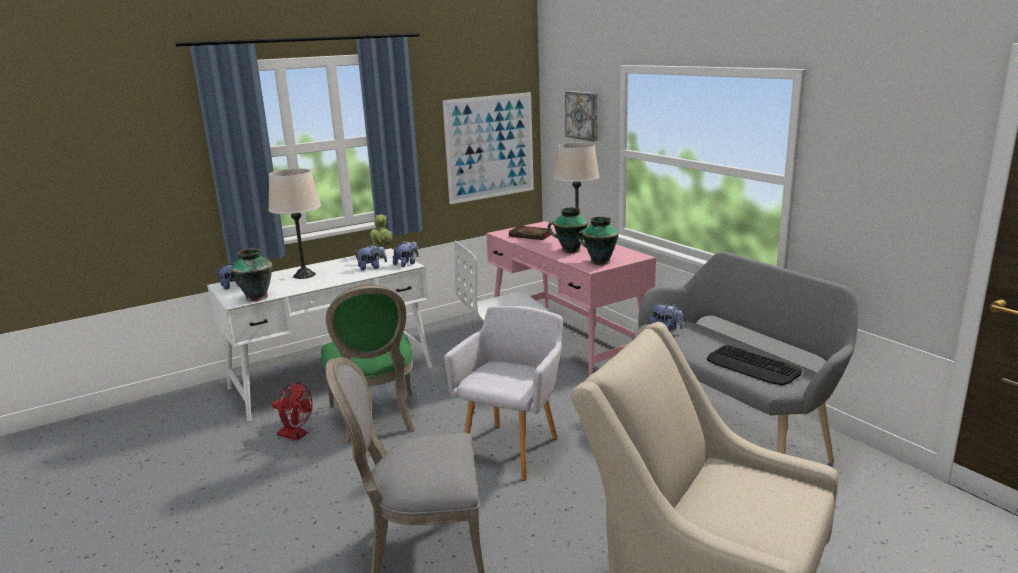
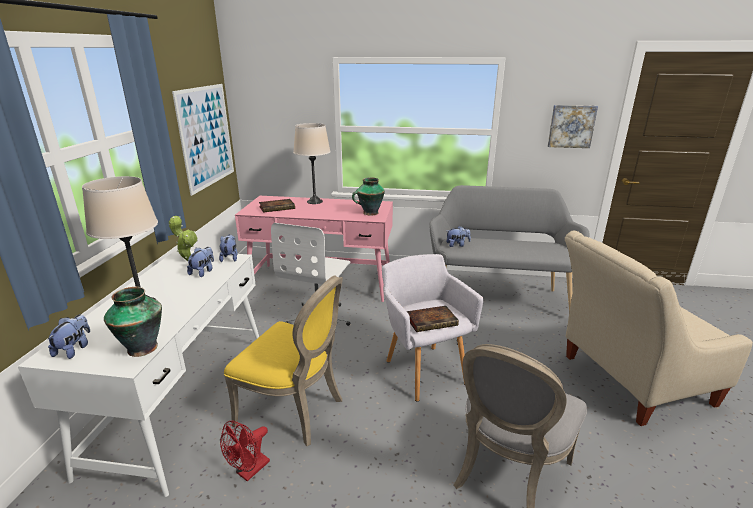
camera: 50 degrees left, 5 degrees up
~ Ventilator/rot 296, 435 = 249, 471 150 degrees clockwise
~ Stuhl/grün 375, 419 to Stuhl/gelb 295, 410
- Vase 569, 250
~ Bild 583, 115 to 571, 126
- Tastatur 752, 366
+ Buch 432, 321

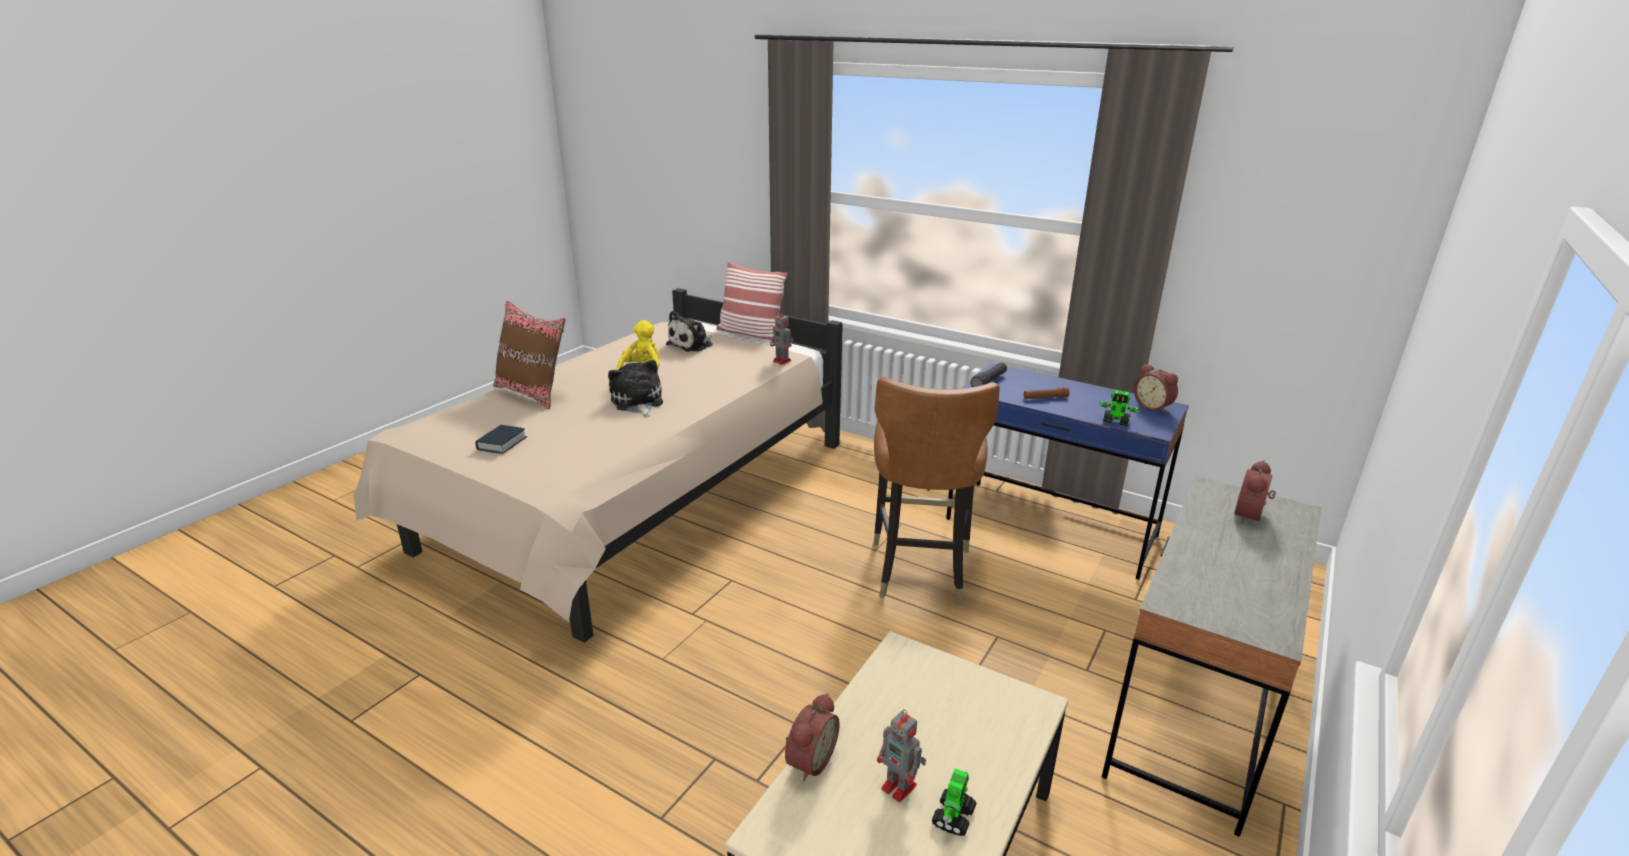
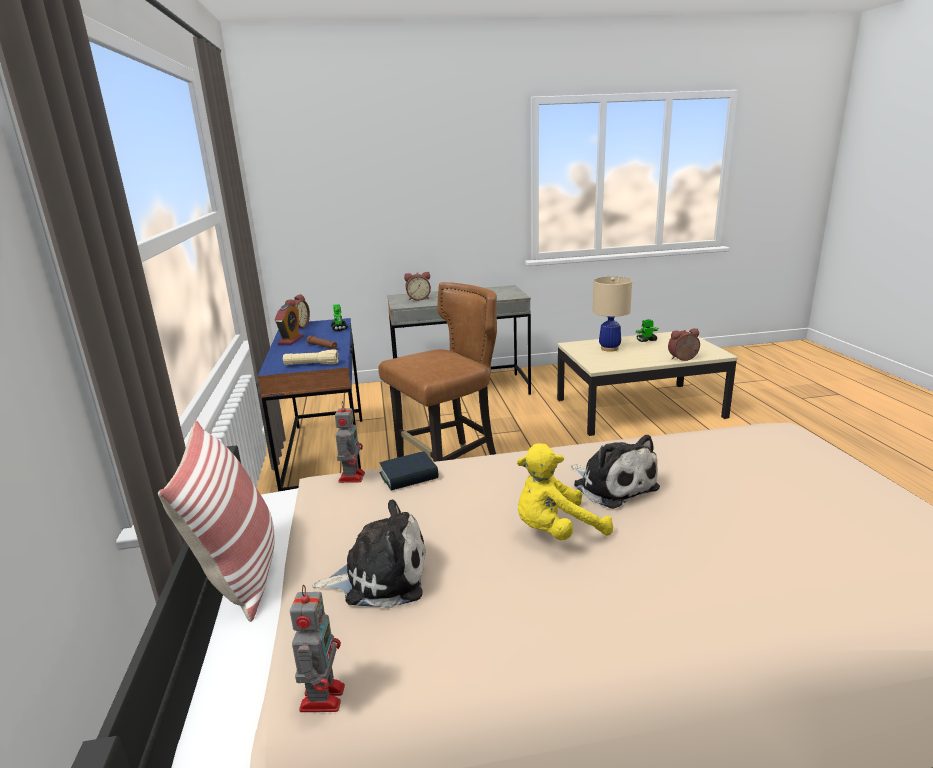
camera: 130 degrees left, 5 degrees down
~ Buch 502, 443 to 409, 476
- Kissen/braun 533, 393
~ Plüschtier 637, 402 = 612, 485 60 degrees counterclockwise
~ Spielzeugroboter 900, 788 to 323, 695
~ Taschenlampe/schwarz 989, 382 to Taschenlampe/beige 311, 364
+ Wecker 291, 340
+ Tischlampe/beige 609, 348

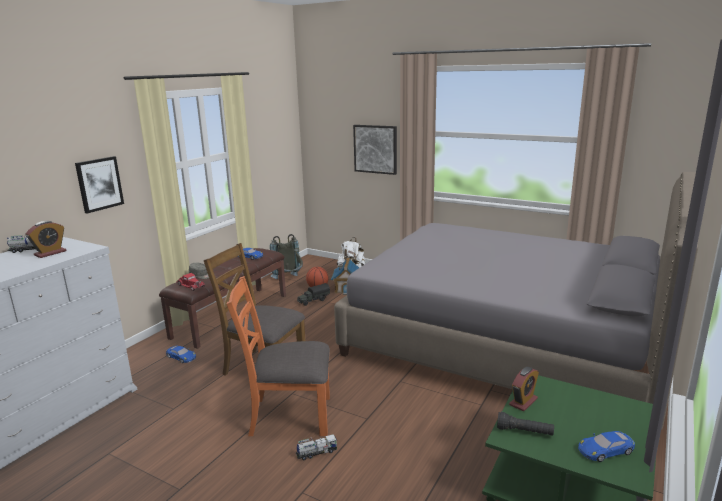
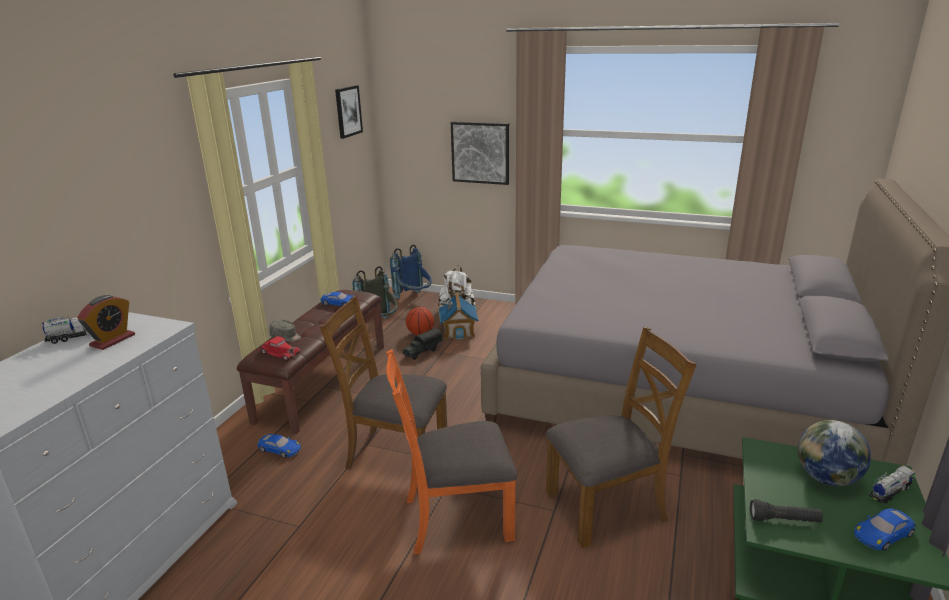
camera: 10 degrees left, 5 degrees up
~ Bild 99, 184 to 348, 111
~ Spielzeuglaster 316, 453 to 889, 492
- Wecker 523, 402
+ Rucksack/blau 414, 299
+ Stuhl/braun 607, 506
+ Globus 826, 478

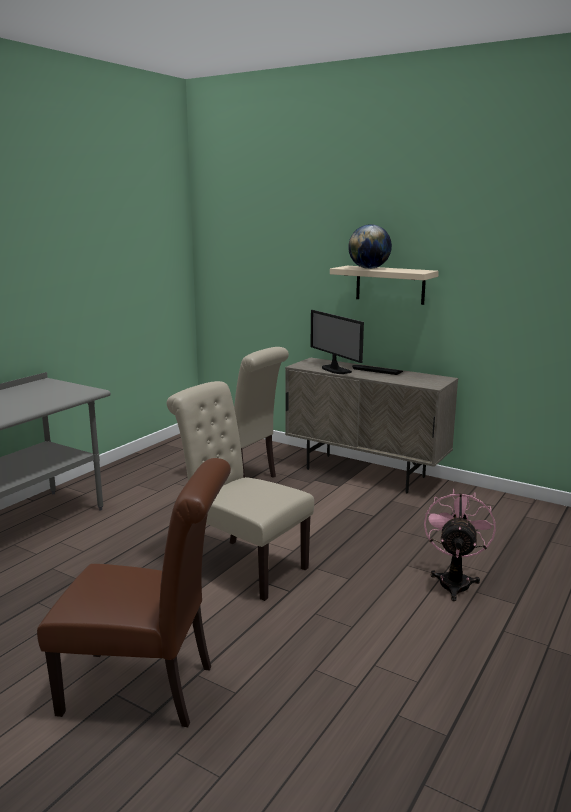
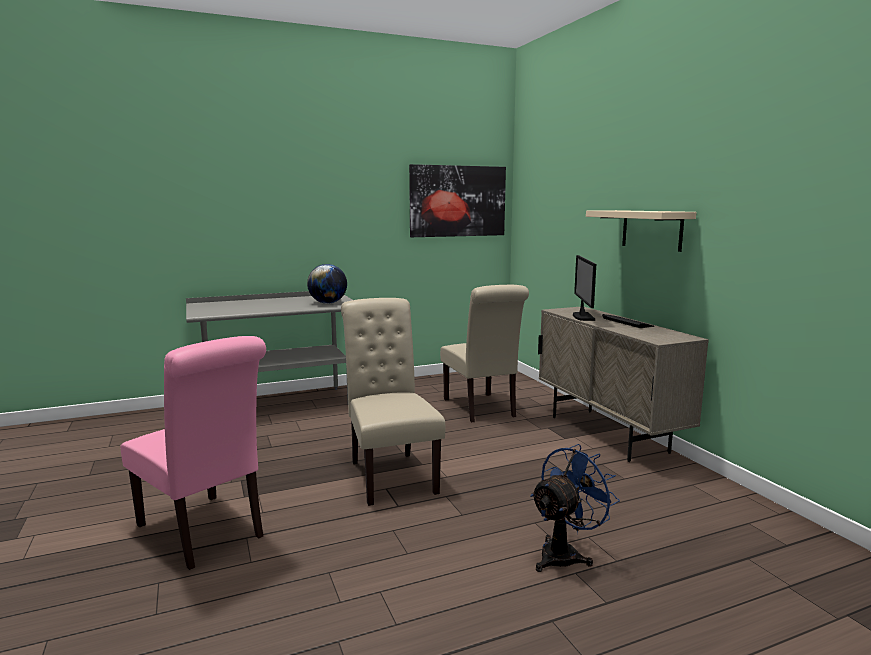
camera: 35 degrees right, 5 degrees down
~ Stuhl/braun 148, 689 to Stuhl/rosa 205, 533
~ Globus 369, 268 to 328, 303
~ Ventilator/rosa 454, 581 to Ventilator/blau 565, 554
+ Bild 457, 201

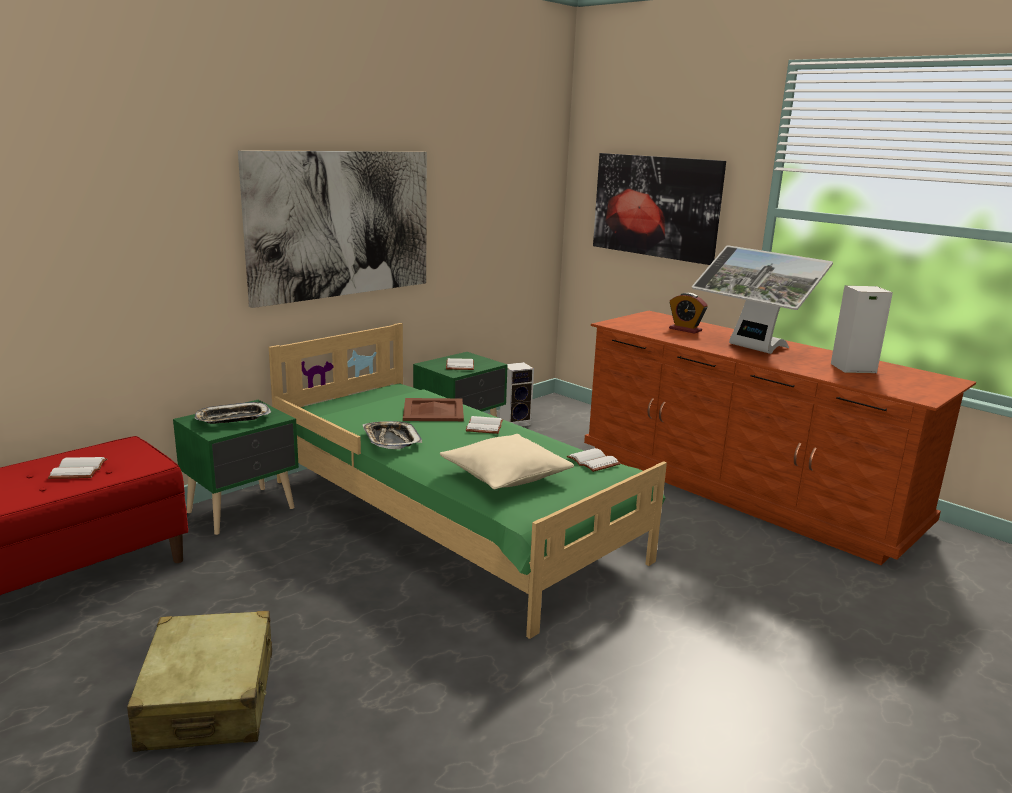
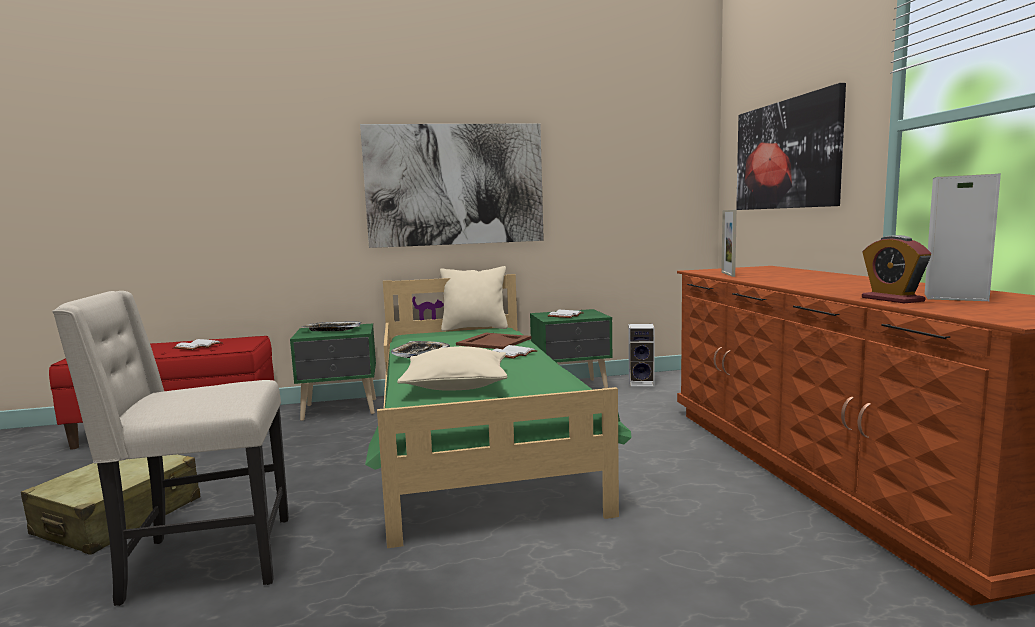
camera: 35 degrees right, 10 degrees down
- Buch/weiß 594, 462
~ Wecker 685, 329 to 892, 299
- Monitor 751, 348
+ Stuhl/beige 206, 560
+ Kissen/beige 475, 328
+ Bilderrahmen 728, 274

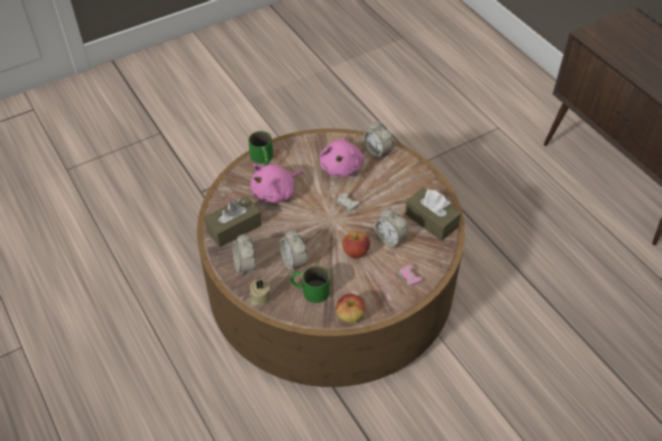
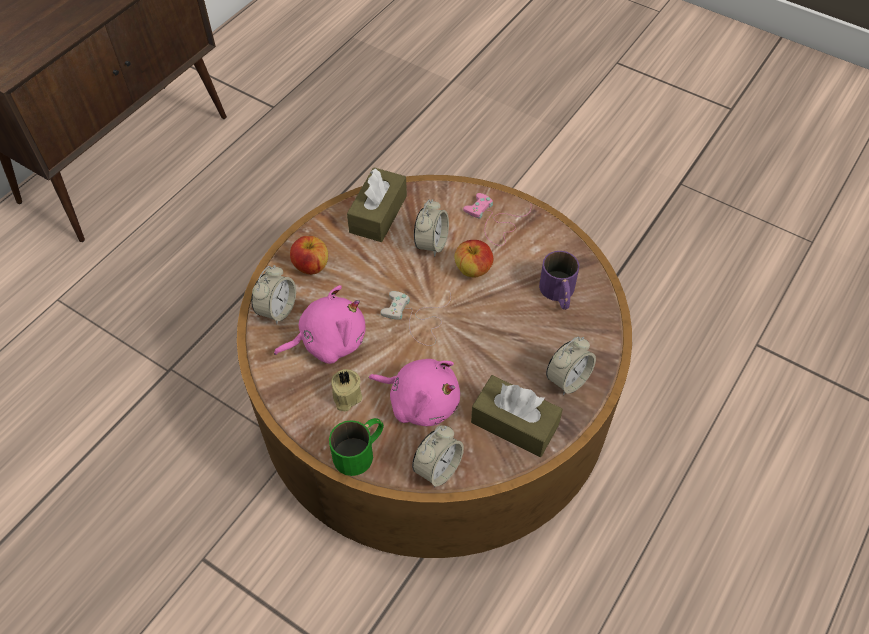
camera: 115 degrees left, 5 degrees up
~ Kerze/beige 260, 297 to 346, 397
~ Wecker 293, 261 to 438, 468
~ Henkelbecher/grün 309, 290 to Henkelbecher/lila 558, 294
~ Apfel 350, 316 to 311, 266

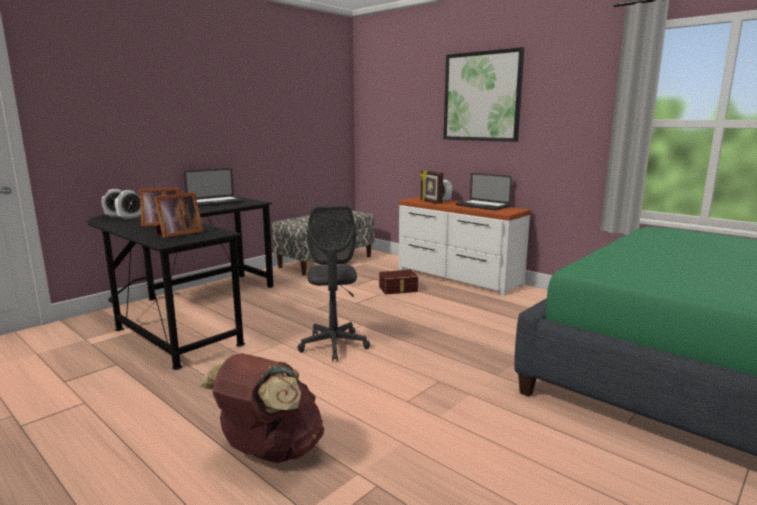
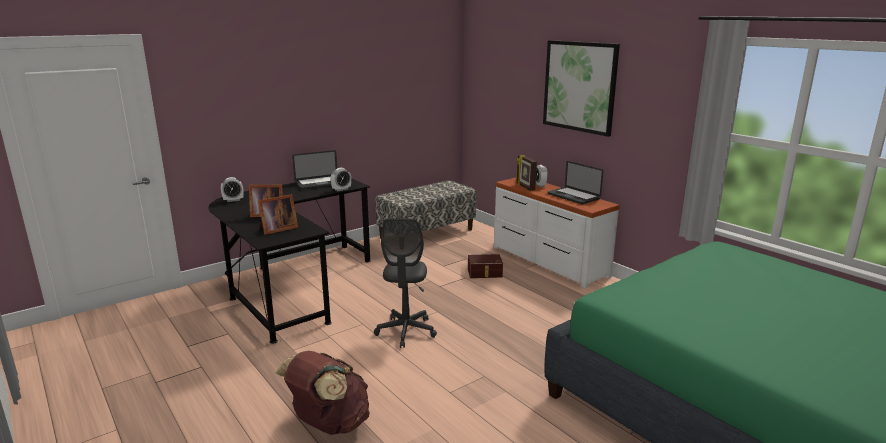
camera: 10 degrees right, 5 degrees up
~ Wecker 130, 218 to 341, 189

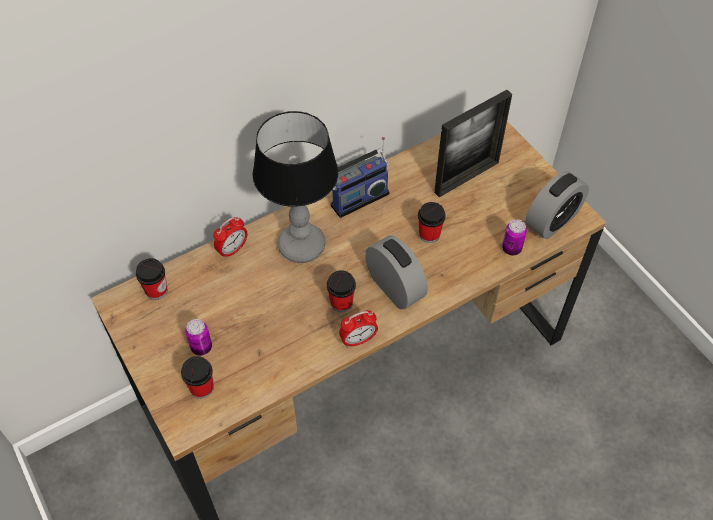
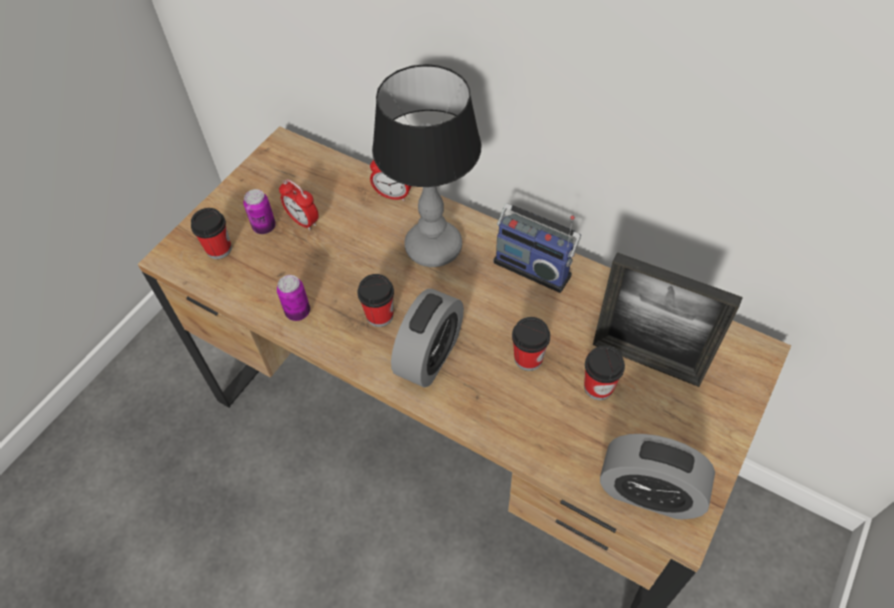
camera: 65 degrees right, 0 degrees up
~ Tasse 156, 290 to 598, 387
~ Wecker 358, 340 to 303, 221
~ Dose 511, 249 to 298, 312

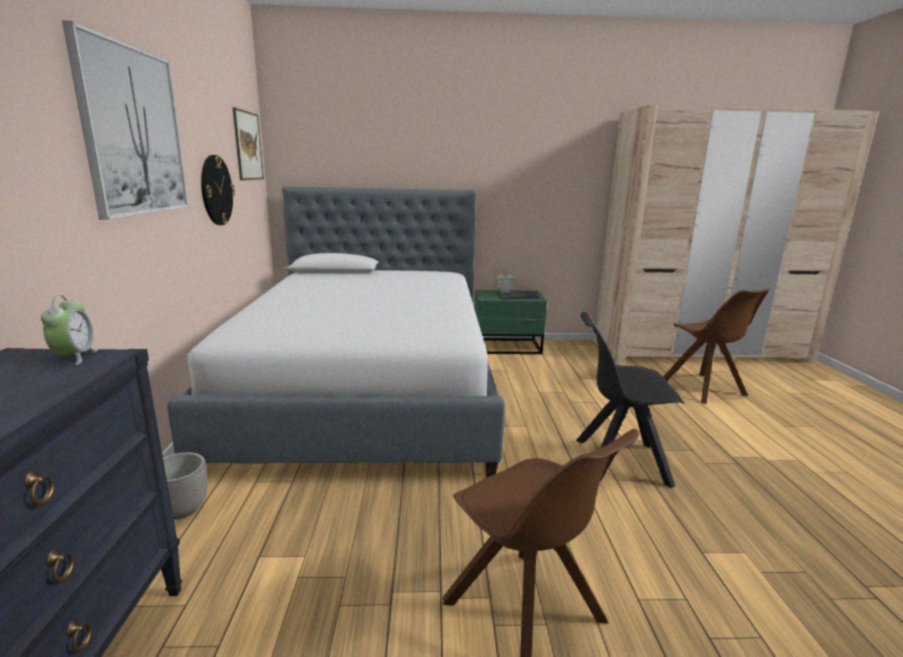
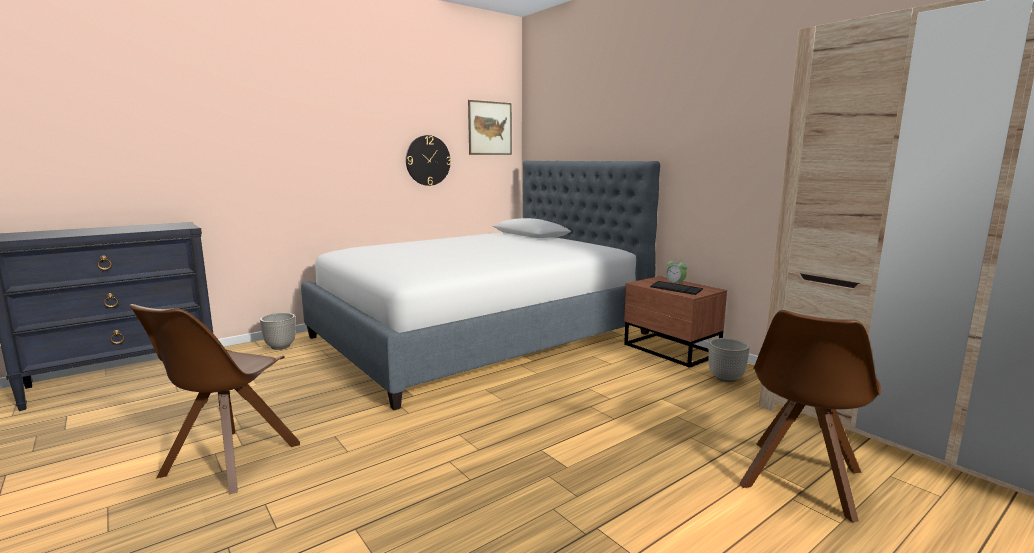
camera: 55 degrees right, 5 degrees down
- Wecker 75, 357
- Bild 133, 131
~ Nachttisch/grün 507, 347 to Nachttisch/braun 671, 350
- Stuhl/schwarz 618, 462
+ Pflanzkübel 725, 378

